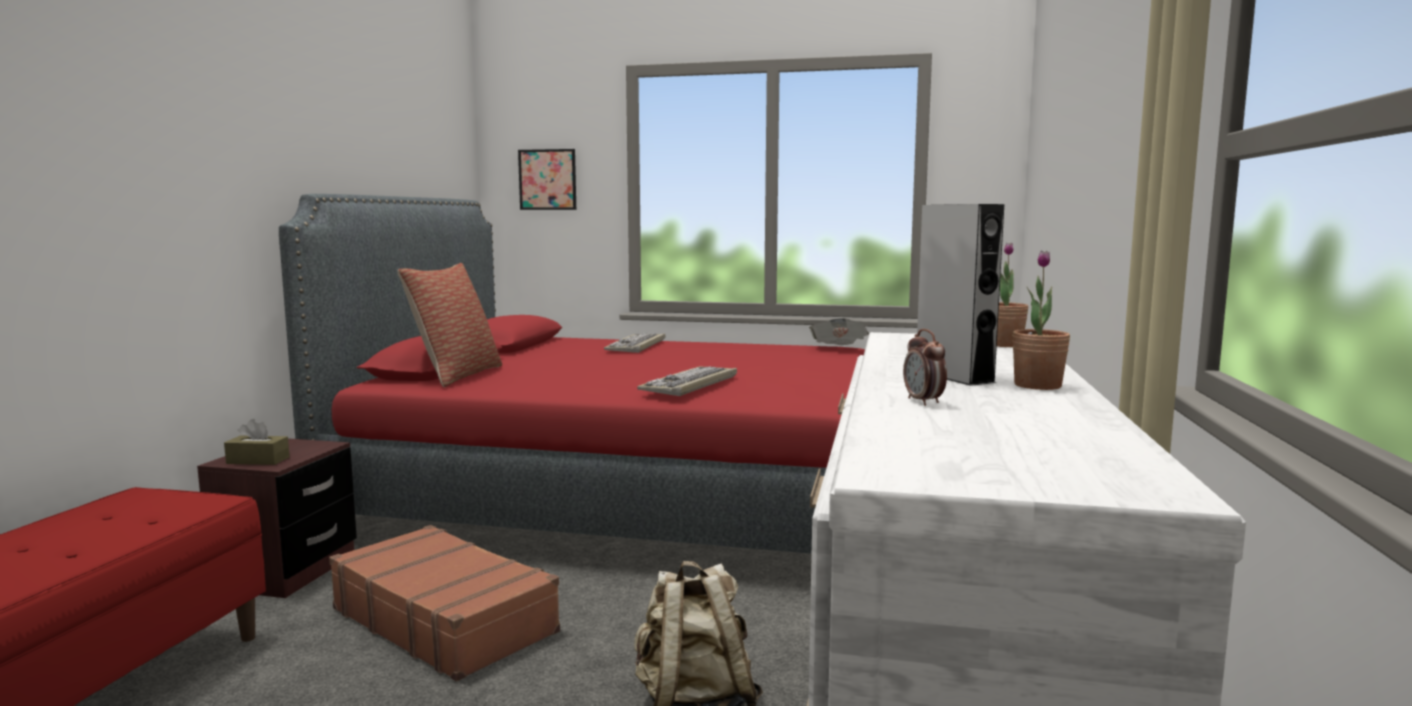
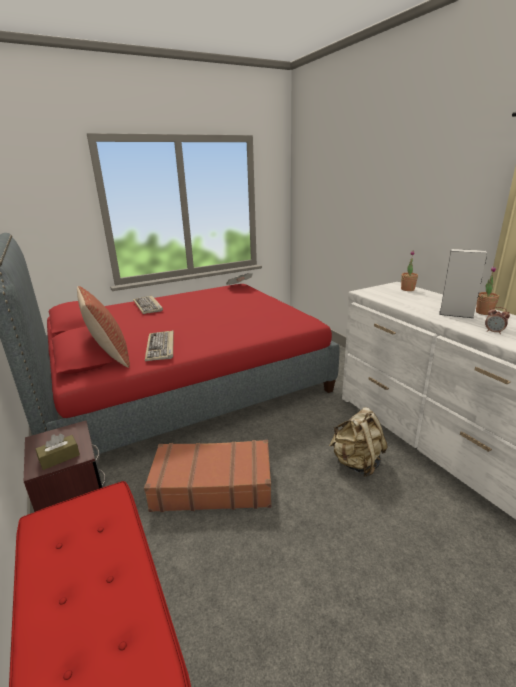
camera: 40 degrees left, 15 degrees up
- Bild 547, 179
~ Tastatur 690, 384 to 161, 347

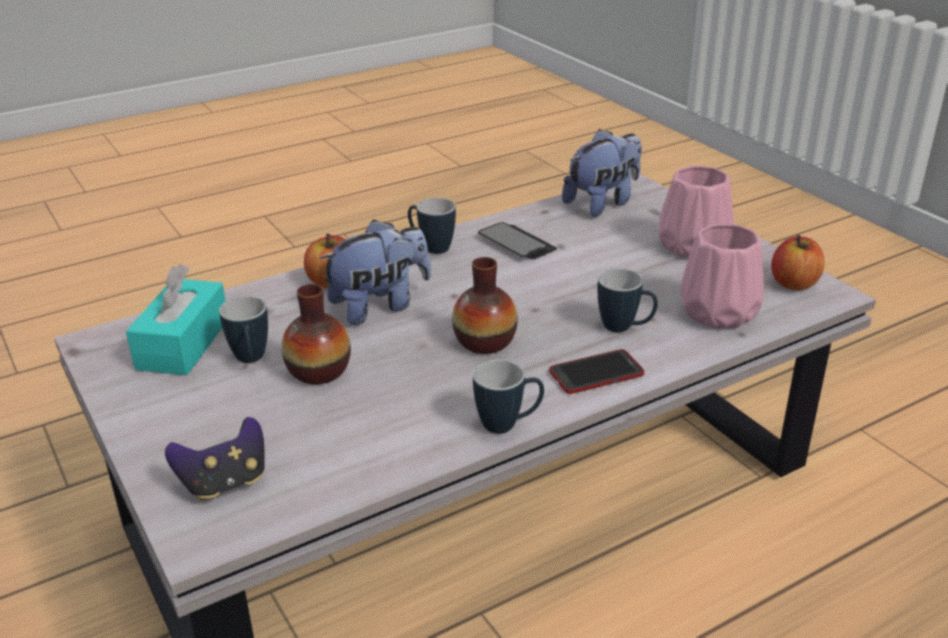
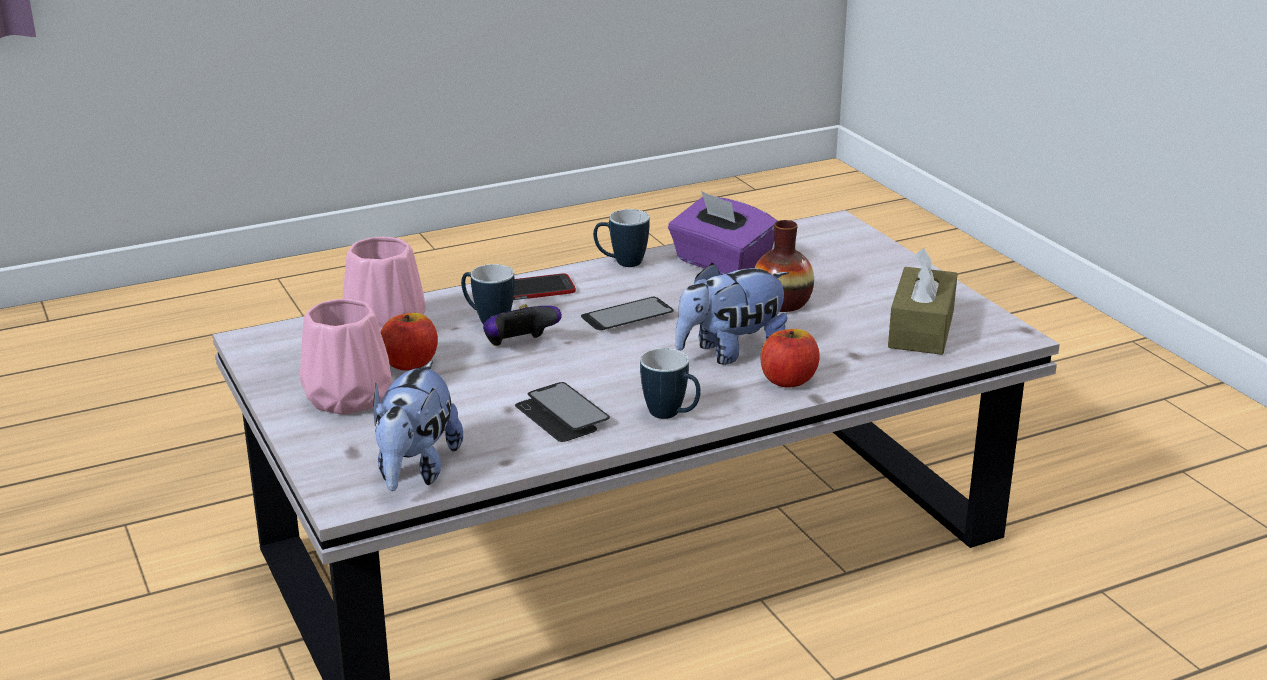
camera: 175 degrees left, 5 degrees down
~ Taschentuchbox/türkis 183, 344 to Taschentuchbox/braun 921, 329
~ Gamepad 225, 483 to 519, 346
- Henkelbecher 251, 361
~ Vase 485, 341 to Handy 627, 317
~ Plüschtier 603, 203 = 415, 470 45 degrees counterclockwise
~ Apfel 794, 283 to 409, 363
+ Taschentuchbox/lila 721, 264

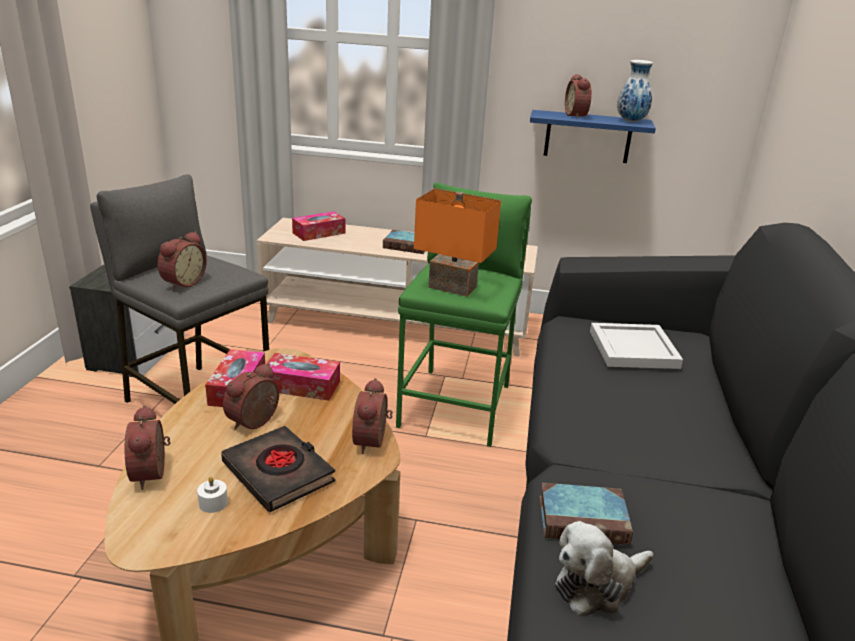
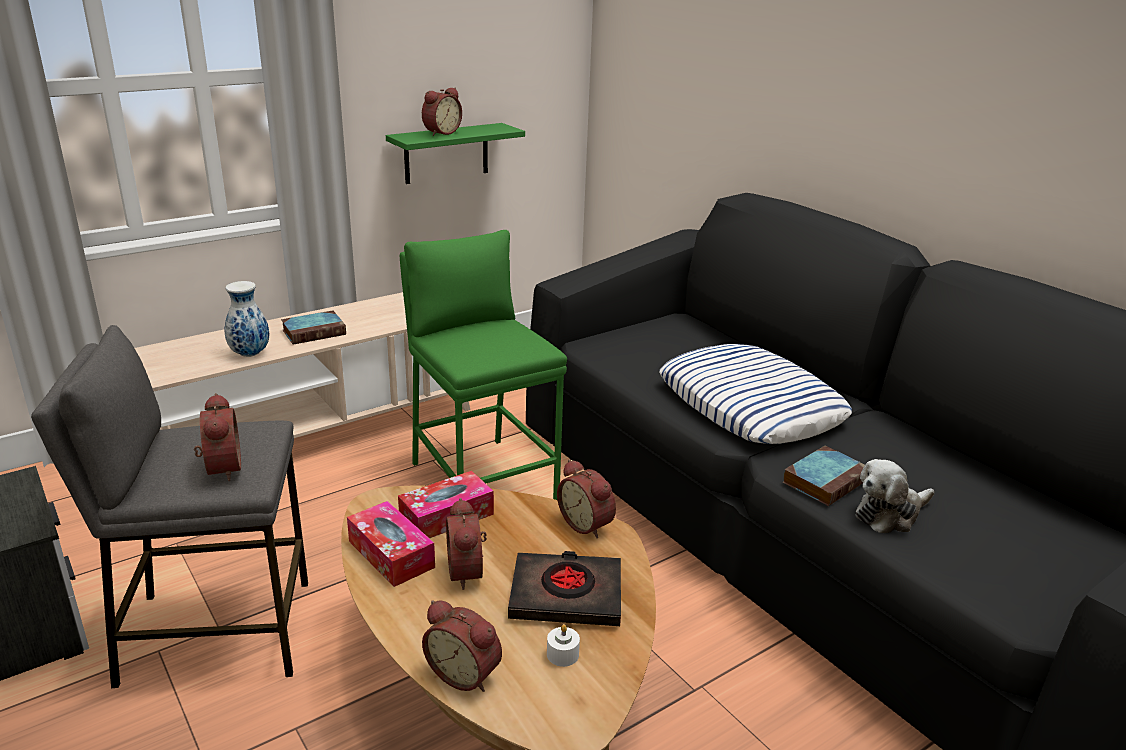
camera: 45 degrees left, 0 degrees up
- Taschentuchbox 319, 233
- Tischlampe/orange 454, 286
~ Wandregal/blau 588, 137 to Wandregal/grün 446, 153
~ Plüschtier 597, 585 = 889, 515 45 degrees clockwise
~ Wecker 577, 116 = 440, 133 90 degrees counterclockwise
- Tablett/weiß 632, 349
~ Vase 631, 121 to 250, 353
+ Kissen 750, 405

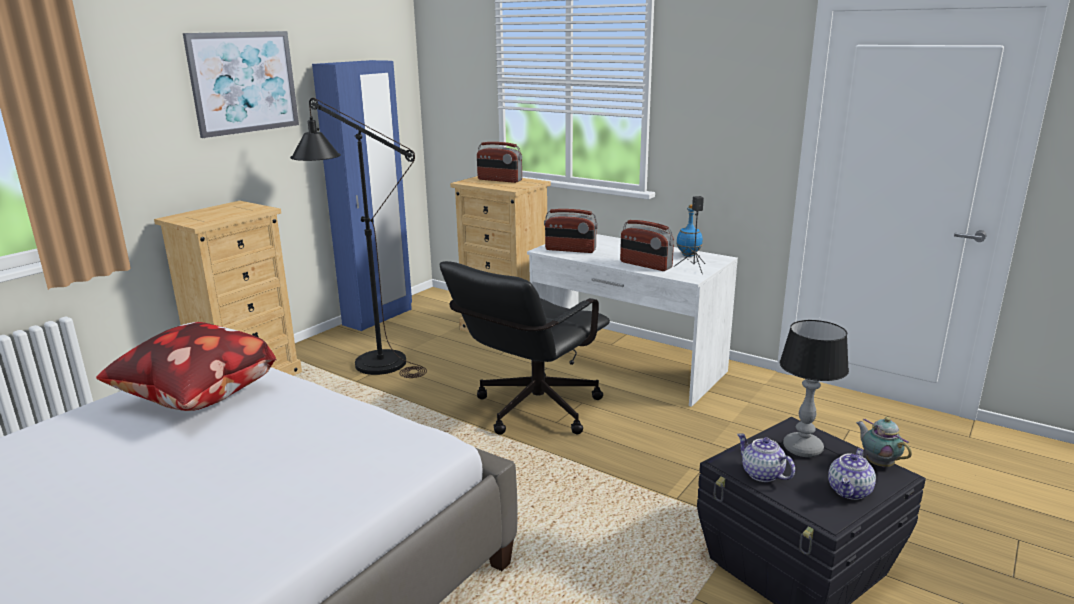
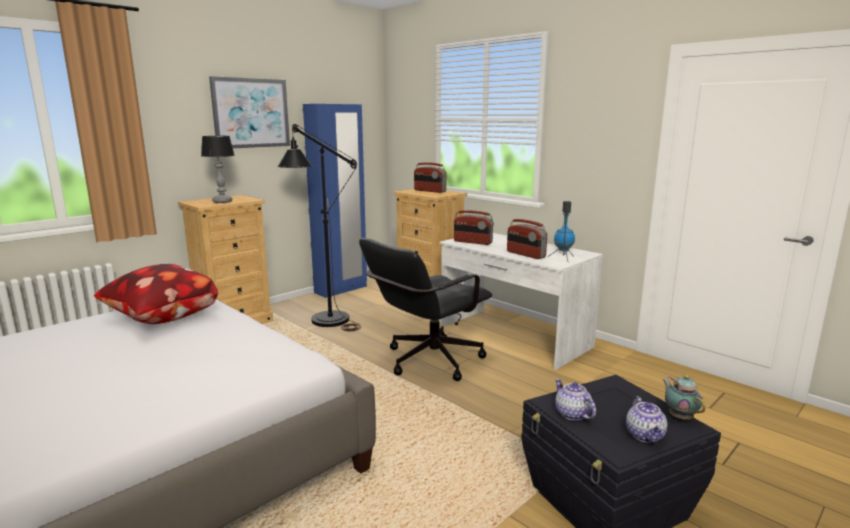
camera: 10 degrees right, 5 degrees down
~ Tischlampe 801, 448 to 222, 201
~ Teekanne 850, 491 = 645, 435 45 degrees counterclockwise

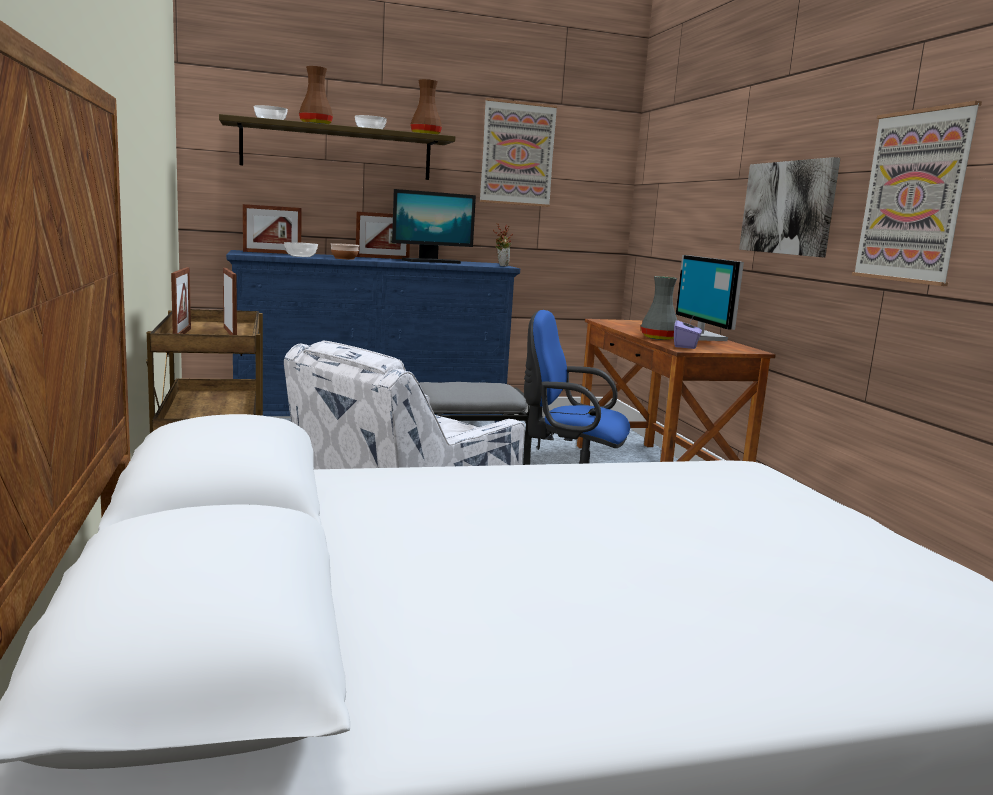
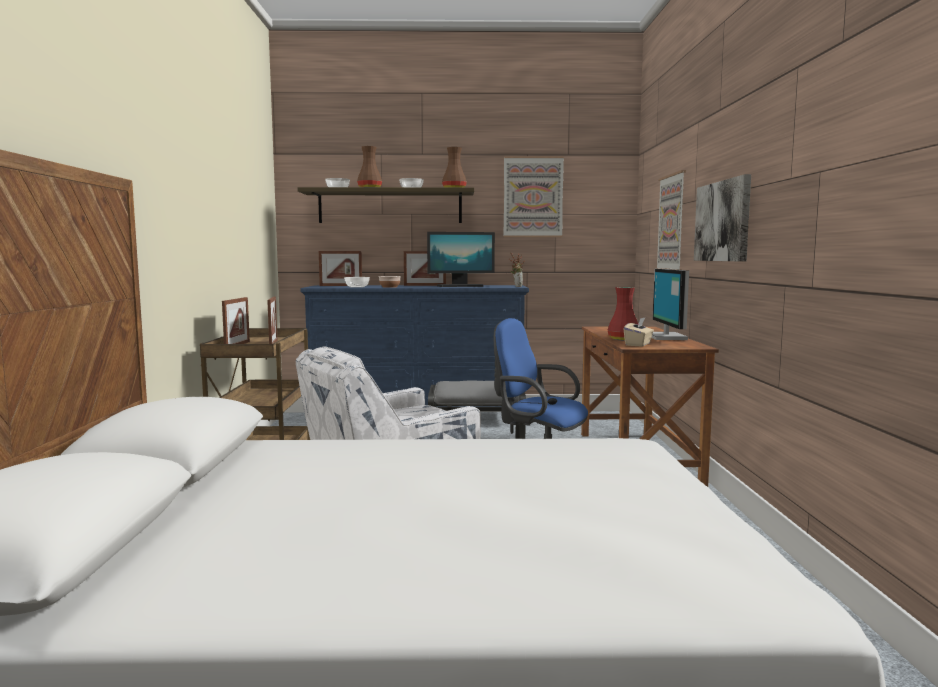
camera: 15 degrees right, 5 degrees down
~ Vase/grau 659, 338 to Vase/rot 623, 339
~ Taschentuchbox/lila 685, 346 to Taschentuchbox/beige 638, 344
~ Bild 913, 196 to 671, 223

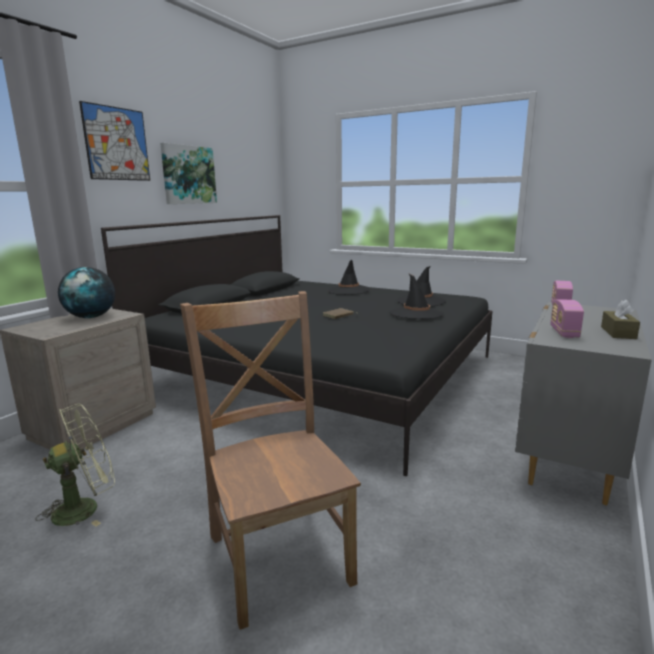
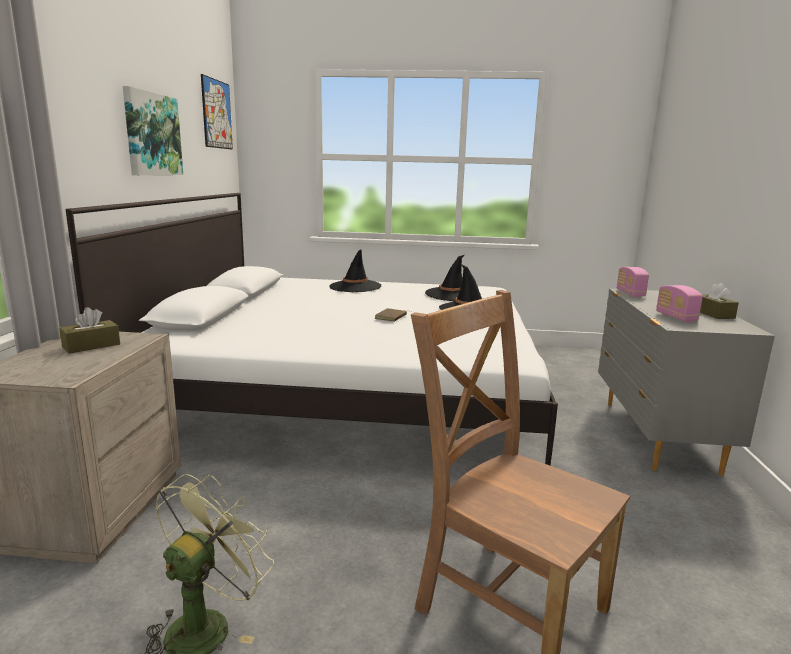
camera: 25 degrees left, 0 degrees up
~ Globus 91, 317 to Taschentuchbox/braun 91, 346
~ Bild 117, 144 to 217, 114
~ Bett/schwarz 321, 373 to Bett/weiß 351, 389

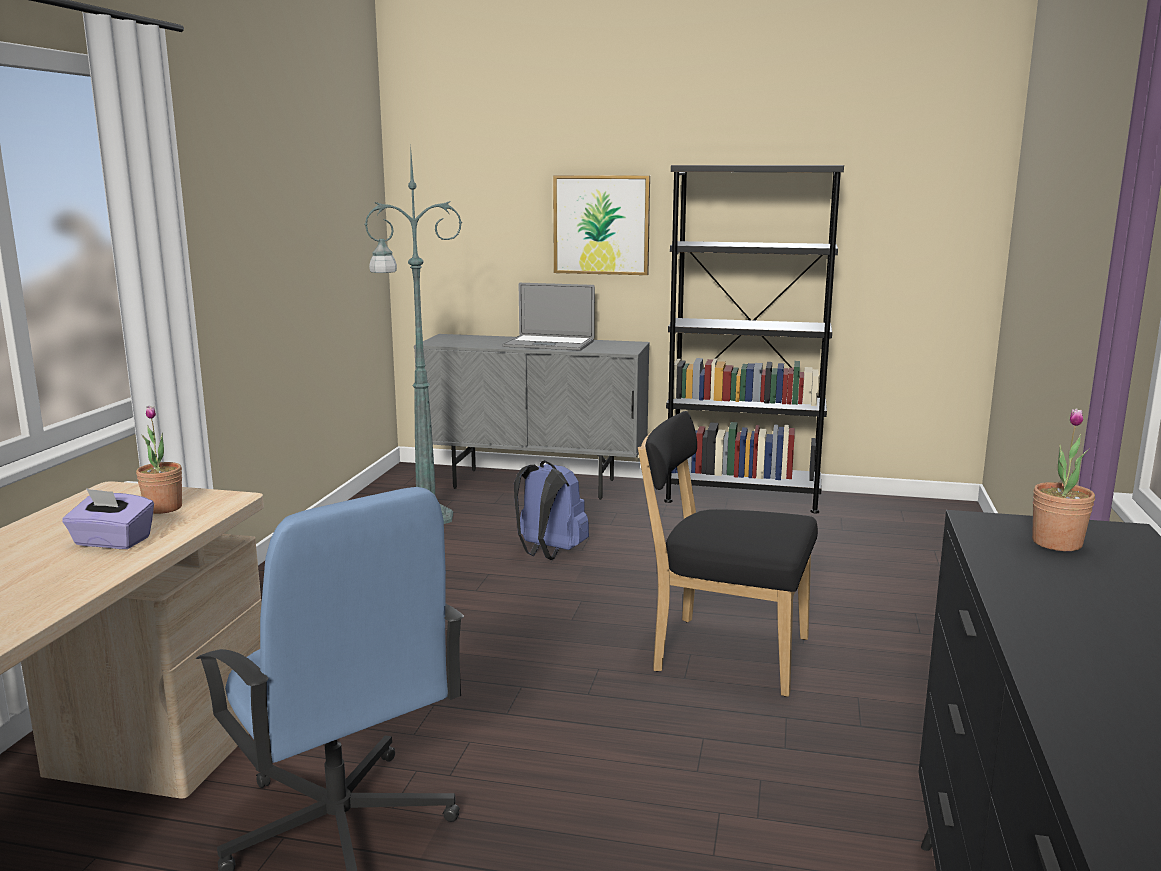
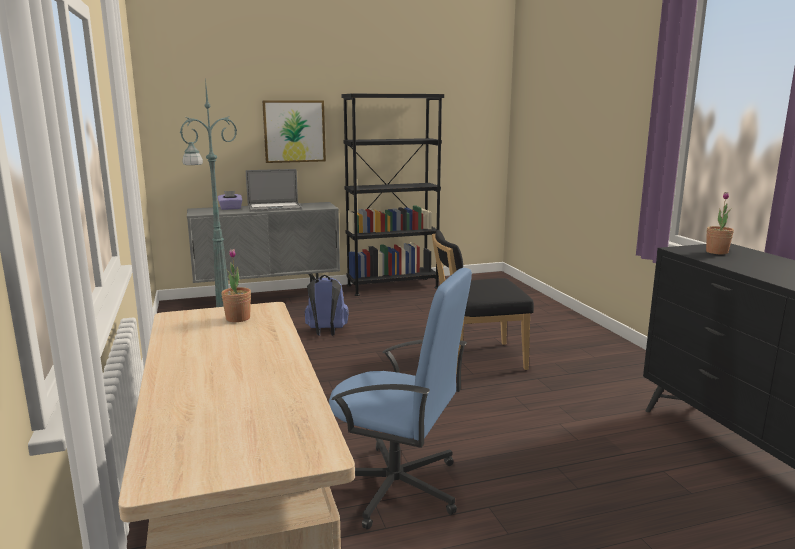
camera: 30 degrees left, 0 degrees up
~ Taschentuchbox/lila 112, 542 to 230, 208

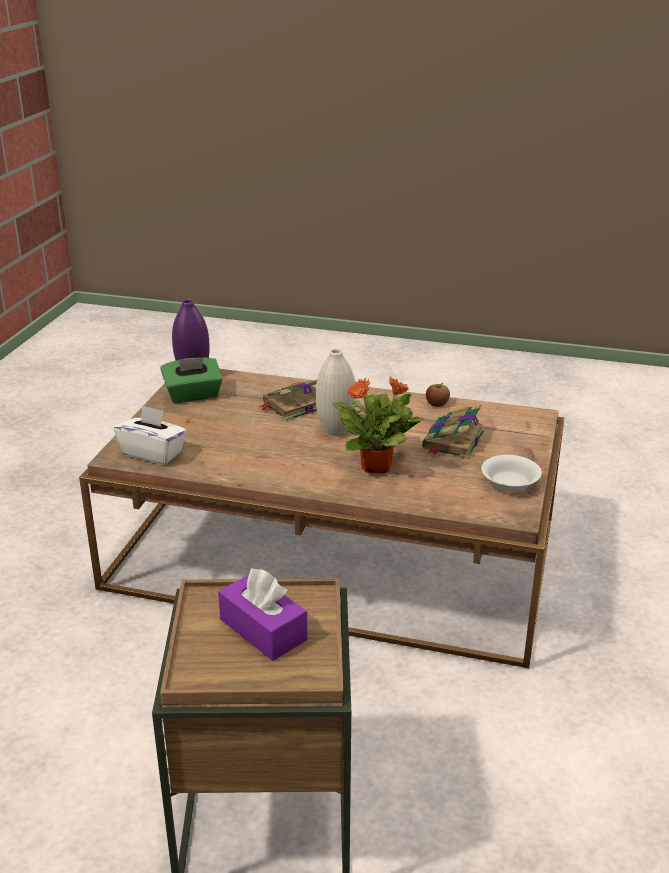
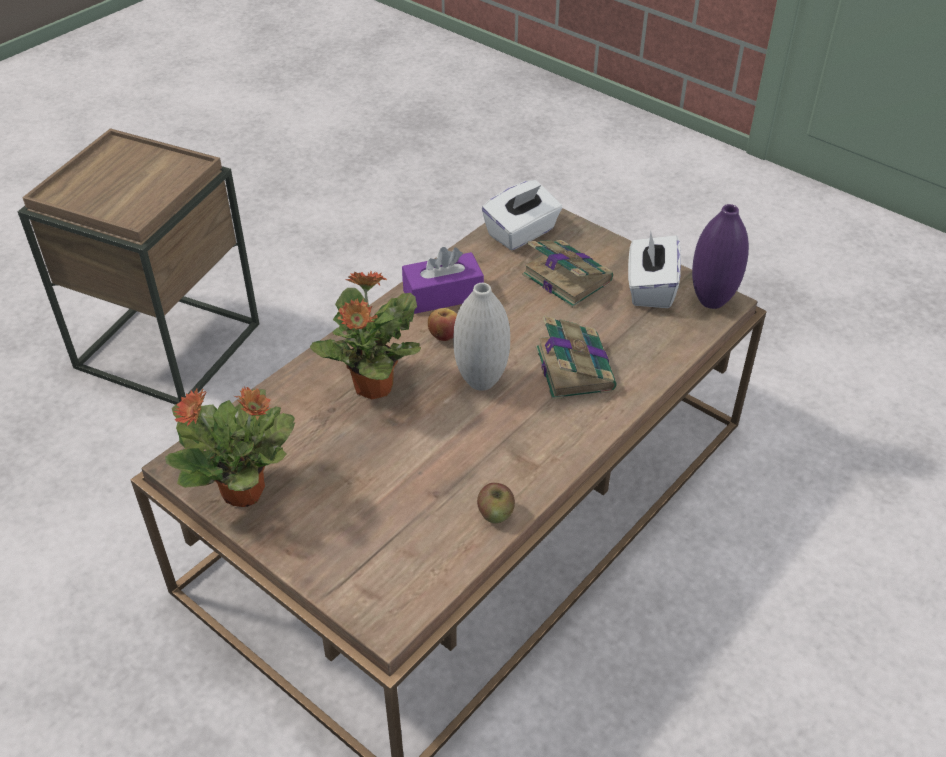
camera: 115 degrees right, 15 degrees up
~ Taschentuchbox/grün 193, 395 to Taschentuchbox/weiß 650, 288
~ Taschentuchbox/lila 263, 629 to 443, 295
~ Buch 452, 441 to 565, 277
~ Schüssel/weiß 510, 484 to Topfpflanze 245, 492
+ Apfel 444, 335

